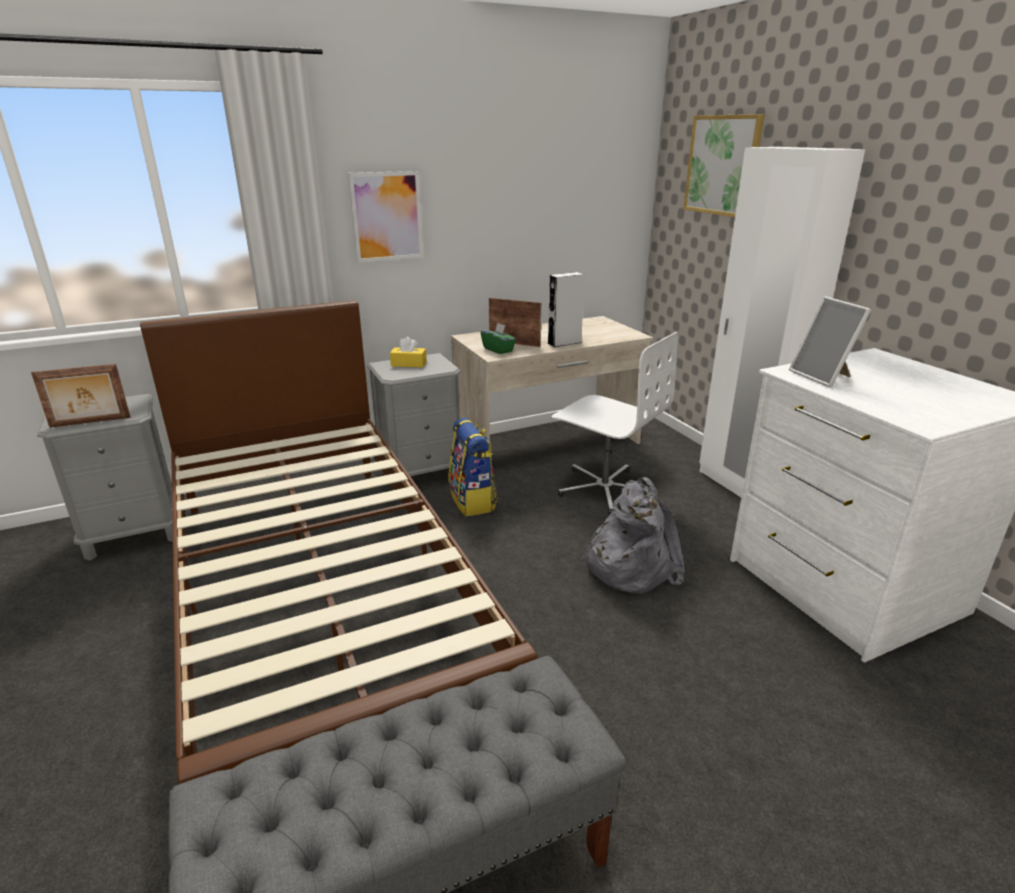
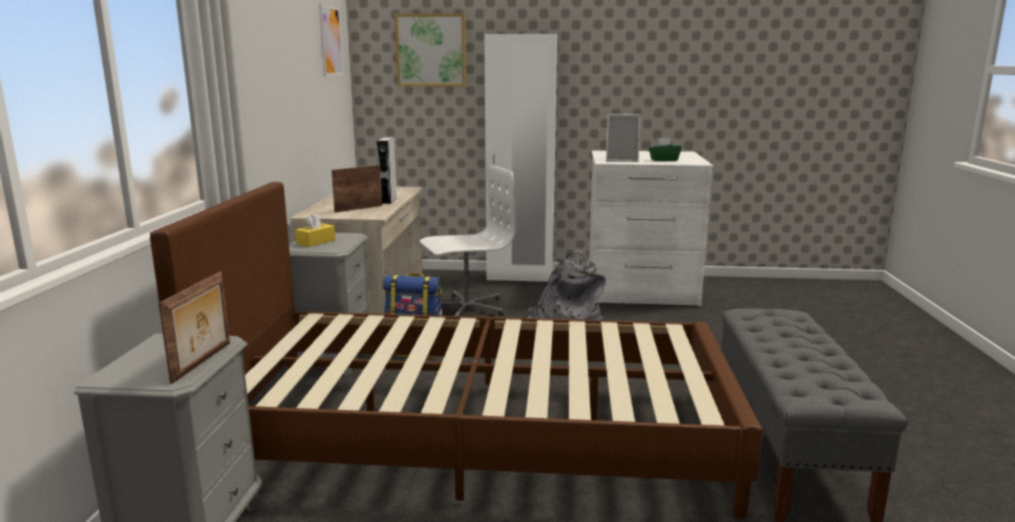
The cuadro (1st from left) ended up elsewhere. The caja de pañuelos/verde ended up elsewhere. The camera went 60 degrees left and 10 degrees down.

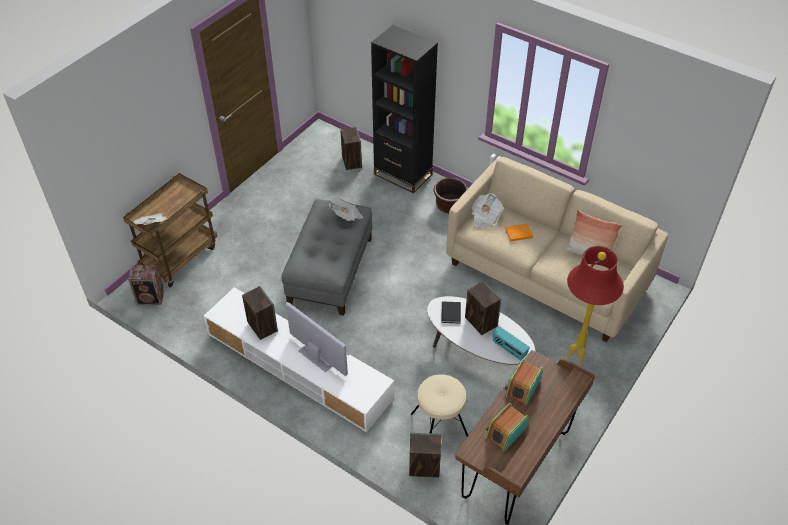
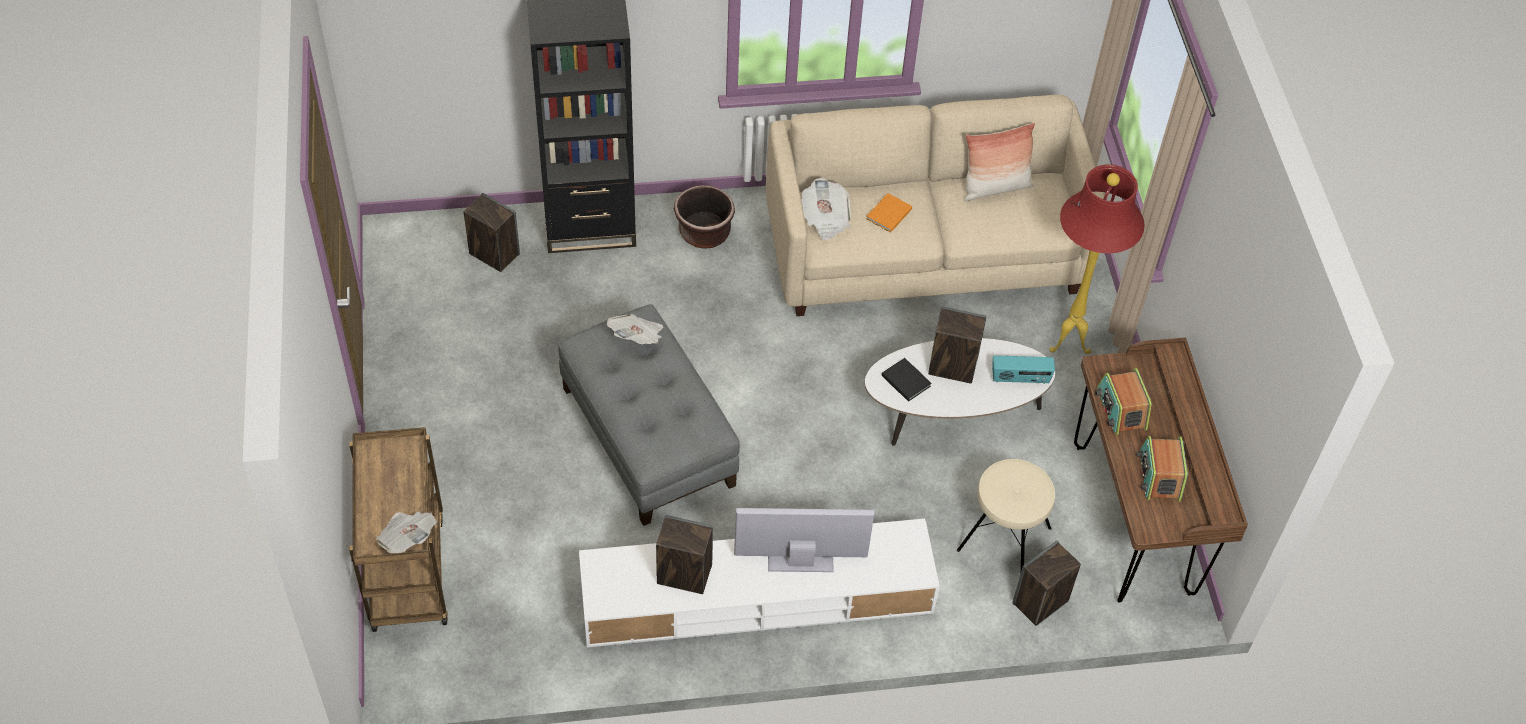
The second view lost the altavoz (1st from left). The camera went 45 degrees left and 5 degrees up.

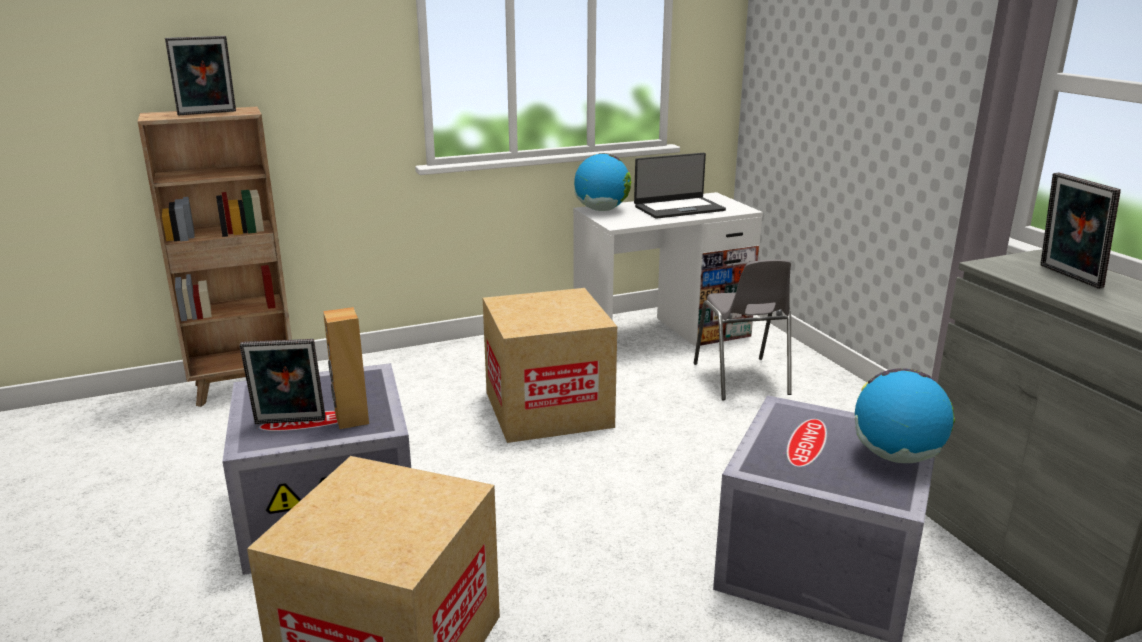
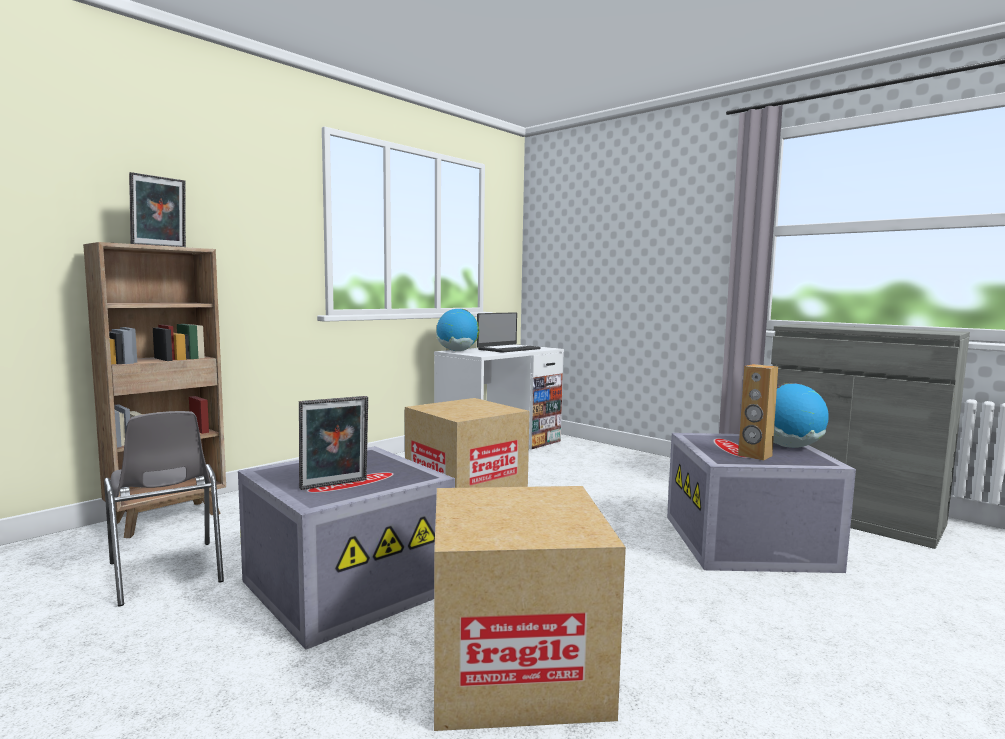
The silla/gris ended up elsewhere. The altavoz/marrón ended up elsewhere. The second view lost the portarretratos (3rd from left). The camera went 25 degrees left and 15 degrees down.

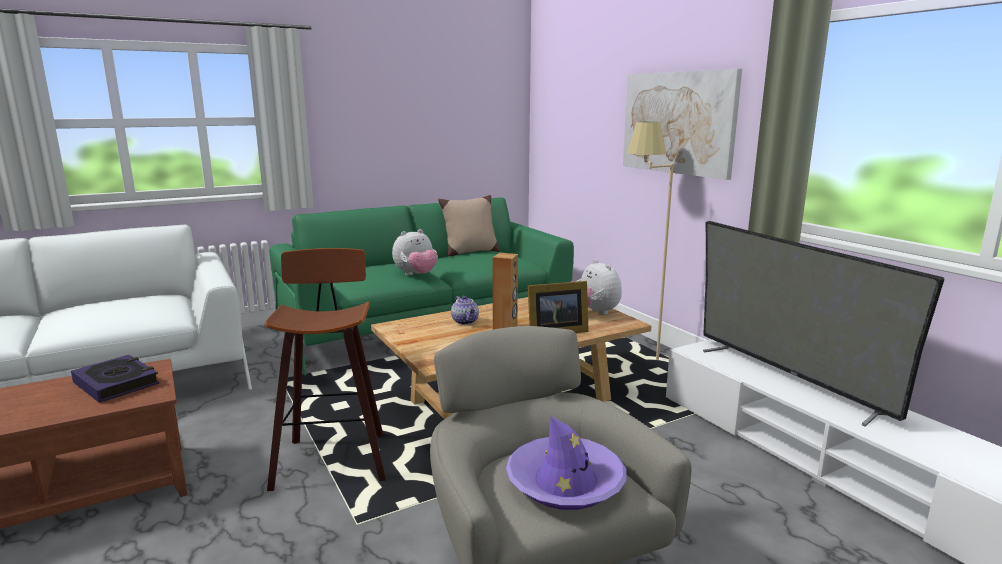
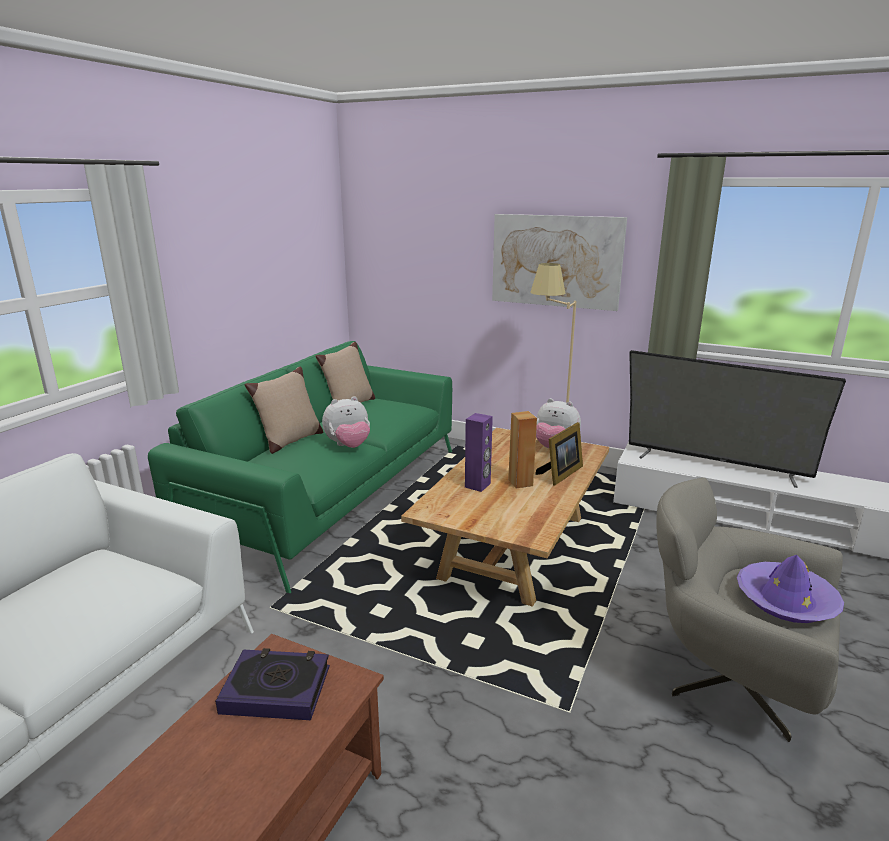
The second view gained the cojín/beis (1st from left). The peluche (1st from left) ended up facing another way, 45 degrees clockwise from before. Where the tetera stood, the altavoz/morado came to stand. The second view lost the taburete. The camera went 35 degrees left and 5 degrees up.

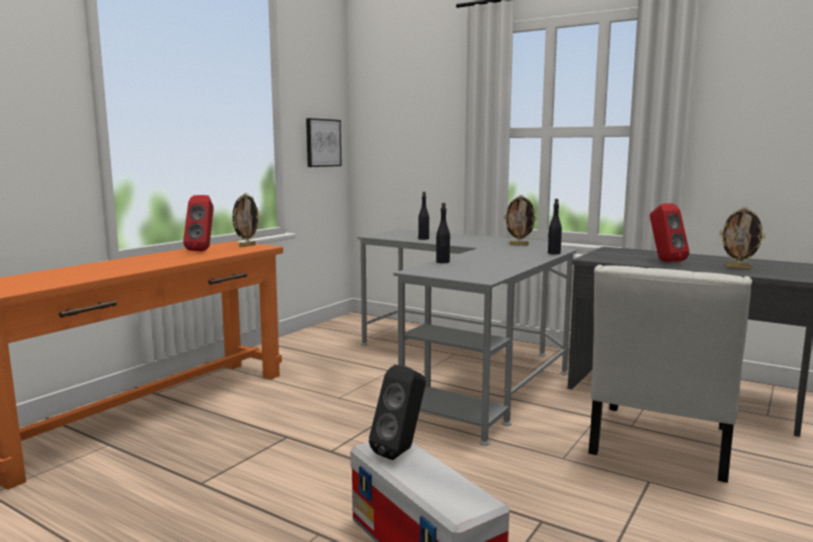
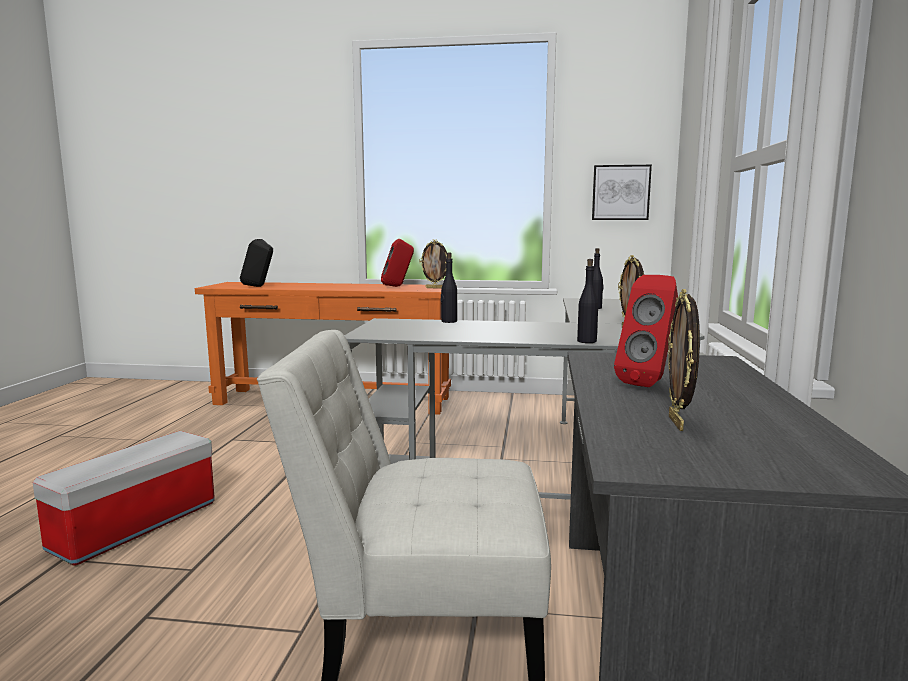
The altavoz/negro ended up elsewhere. The camera went 65 degrees right and 0 degrees up.

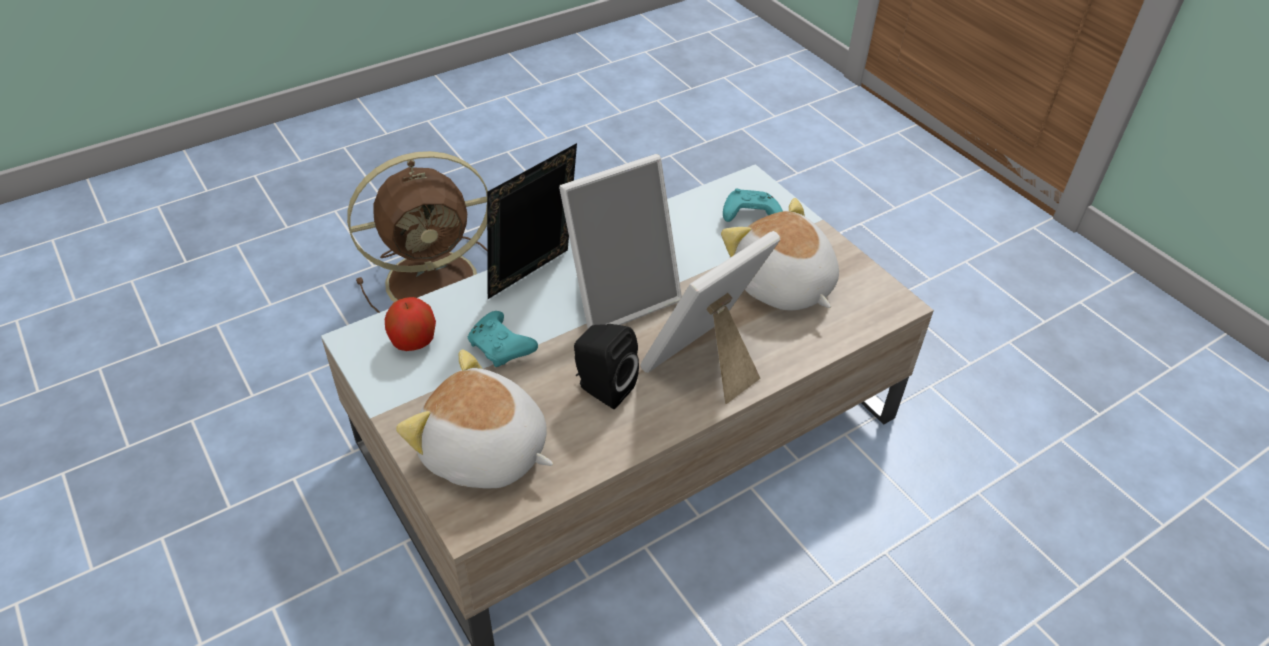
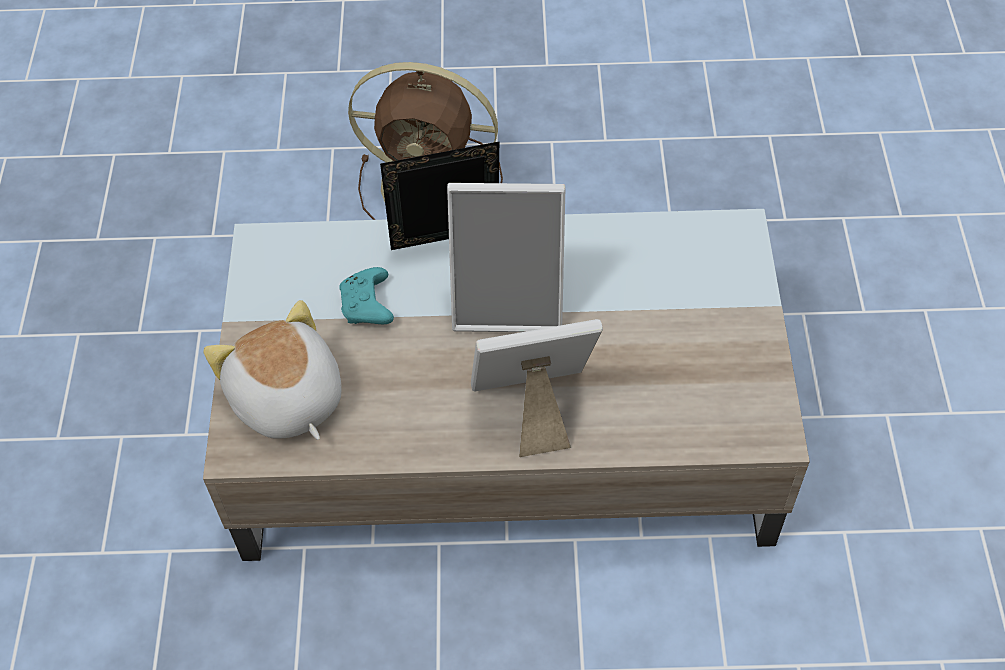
The second view lost the manzana. The second view lost the altavoz/negro. The second view lost the peluche (2nd from left). The second view lost the mando de consola/turquesa (2nd from left). The camera went 35 degrees right and 10 degrees up.

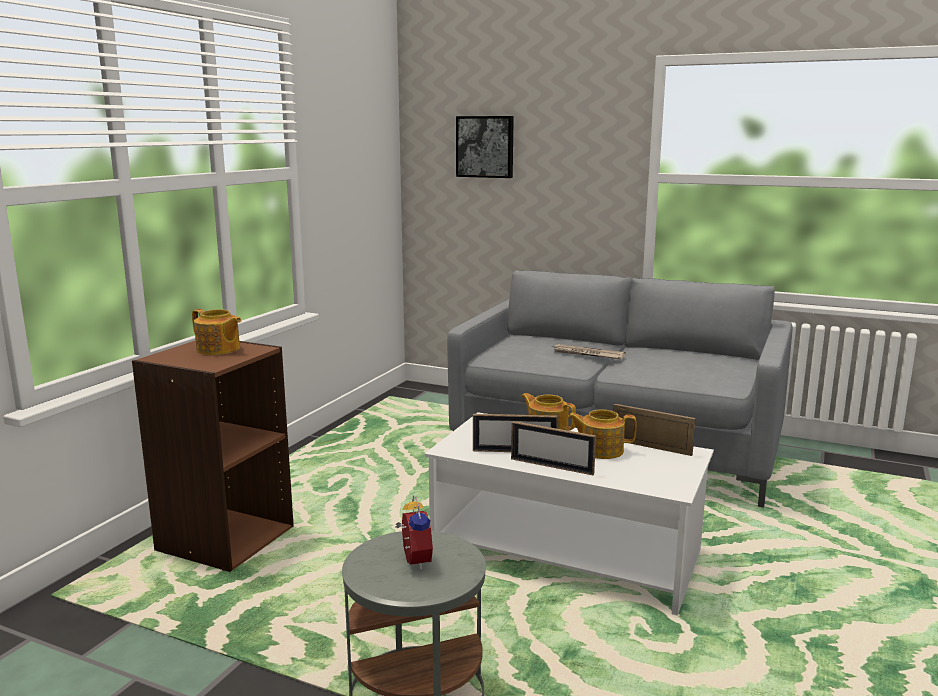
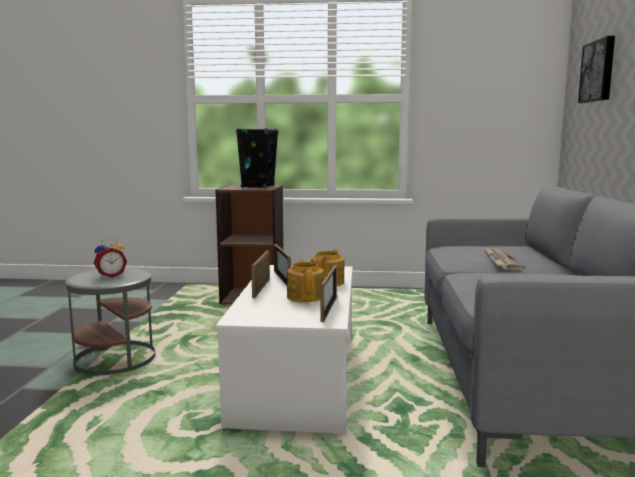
Where the tetera (1st from left) stood, the altavoz/negro came to stand. The camera went 70 degrees right and 5 degrees down.

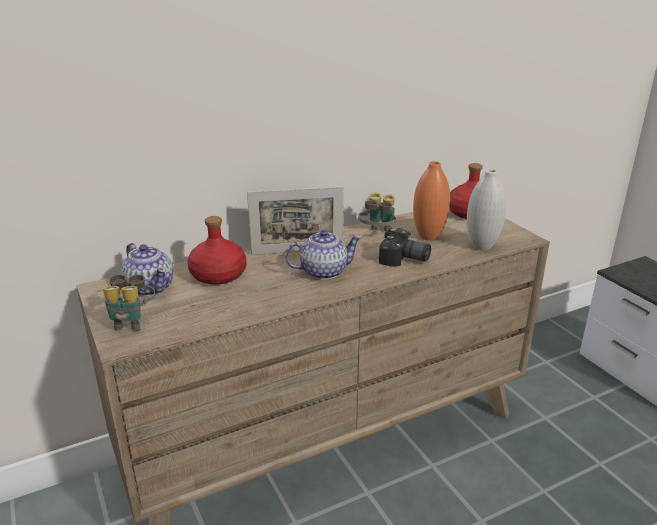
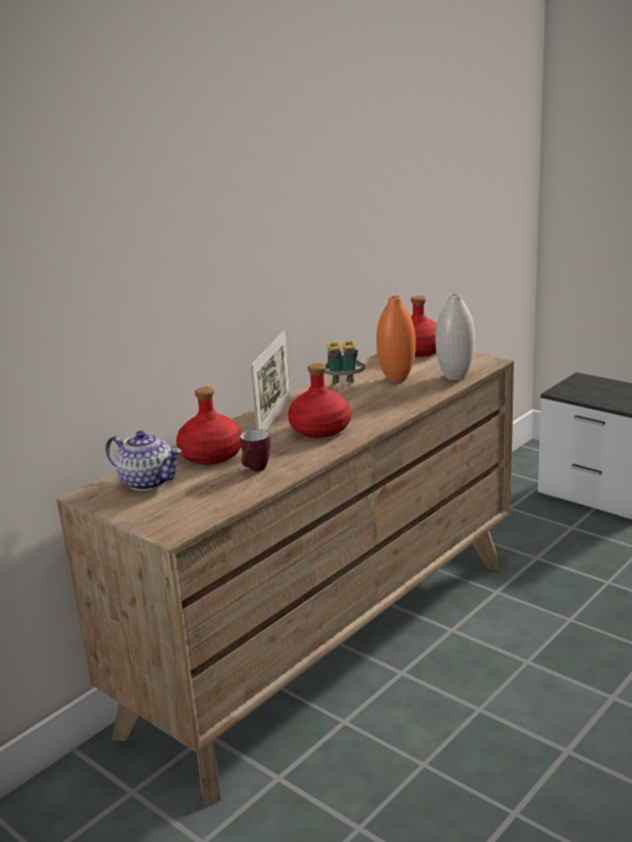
The second view gained the taza grande. The portarretratos ended up facing another way, 45 degrees counterclockwise from before. Where the tetera (2nd from left) stood, the botella/rojo (2nd from left) came to stand. The second view lost the prismáticos (1st from left). The second view lost the cámara. The camera went 20 degrees left and 5 degrees down.

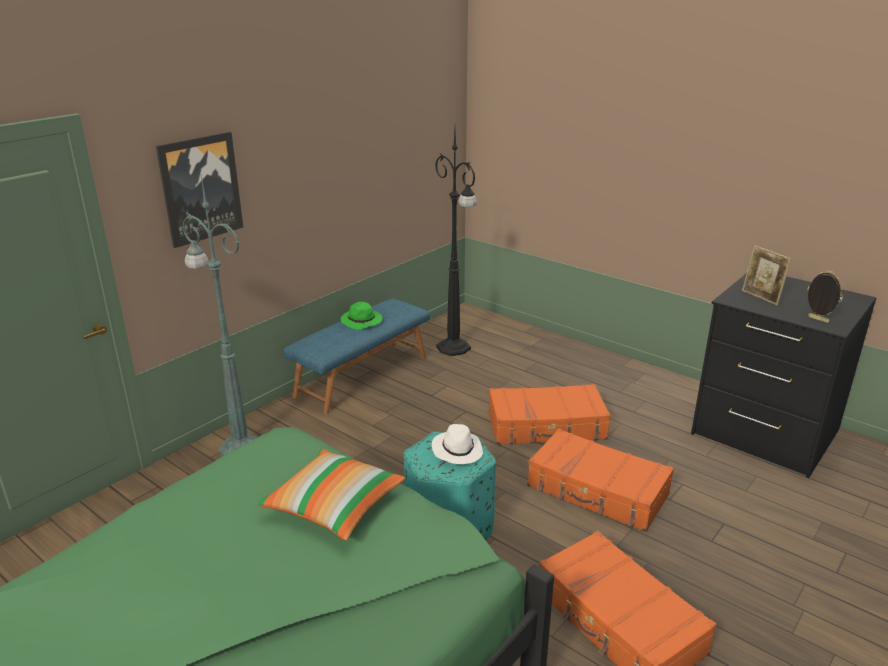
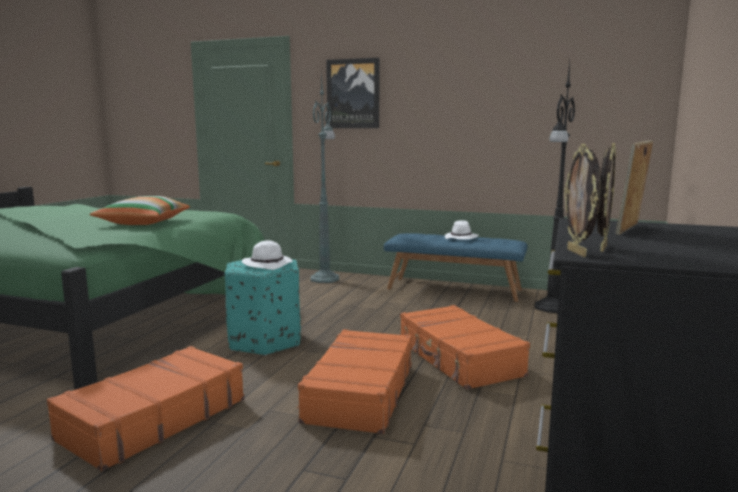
What was the sombrero/verde turned into the sombrero/blanco (2nd from left). The second view gained the portarretratos (1st from left). The camera went 70 degrees right and 15 degrees down.

